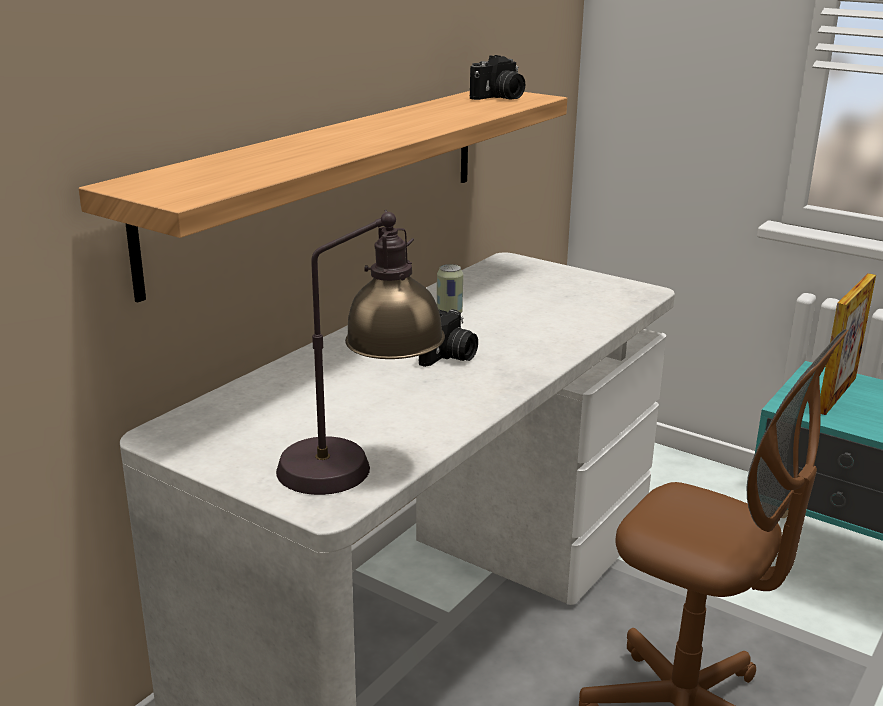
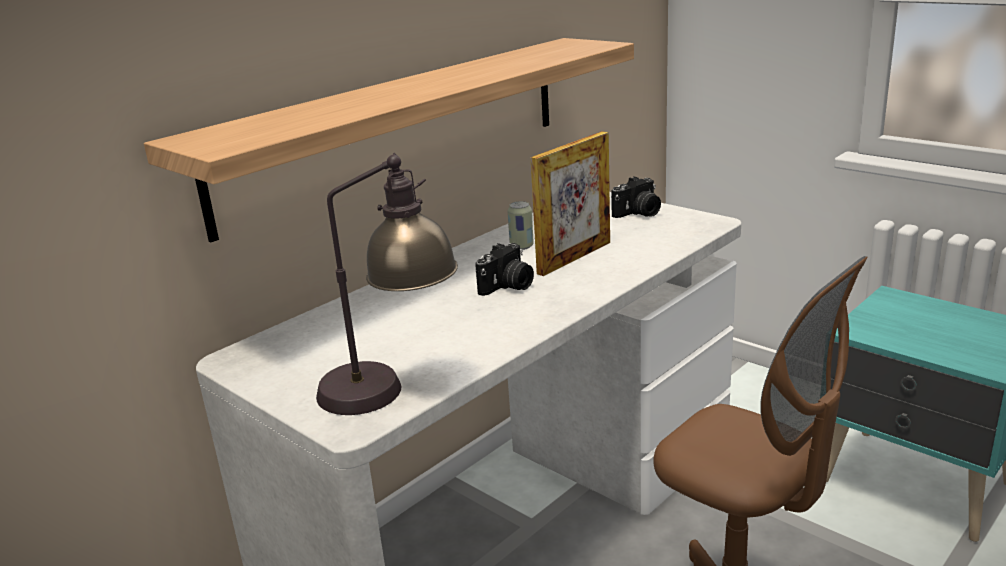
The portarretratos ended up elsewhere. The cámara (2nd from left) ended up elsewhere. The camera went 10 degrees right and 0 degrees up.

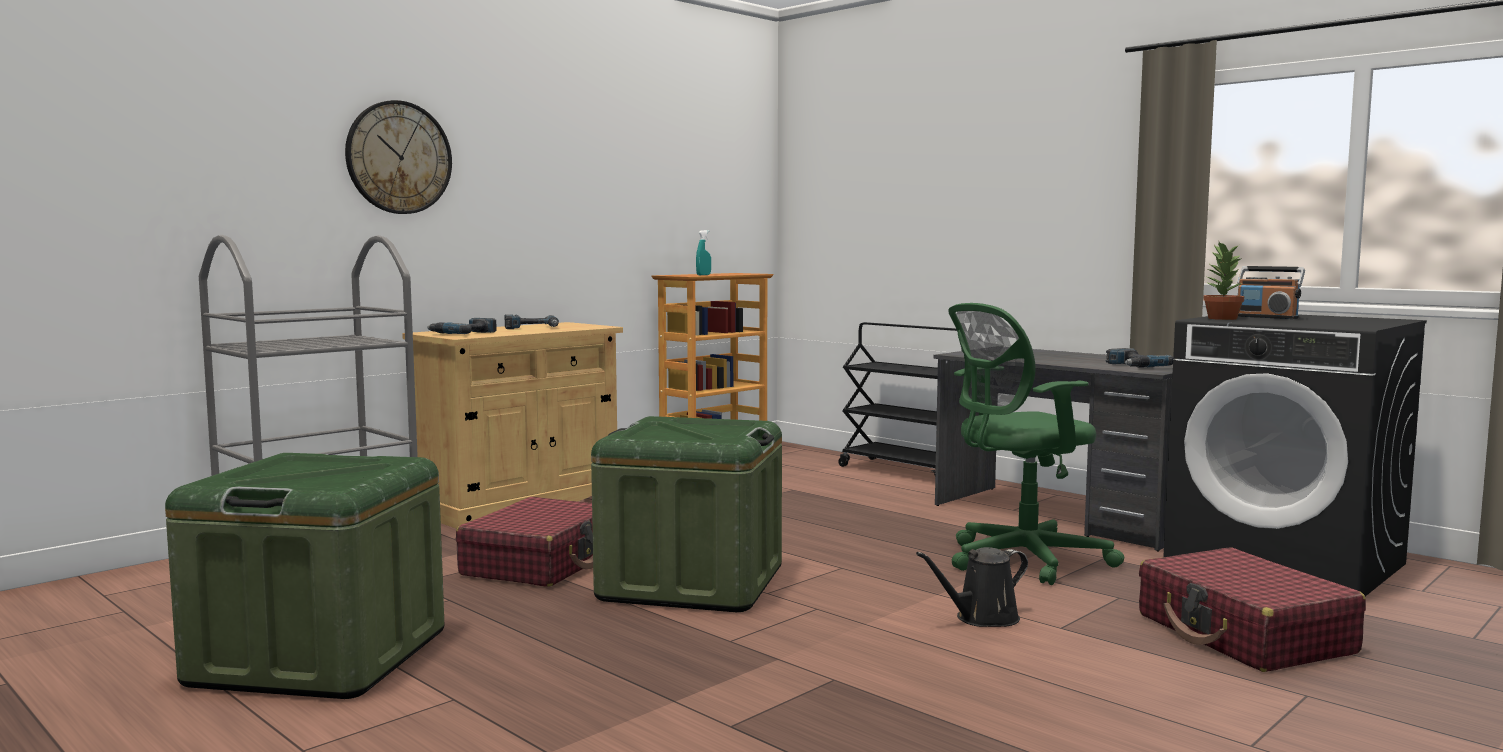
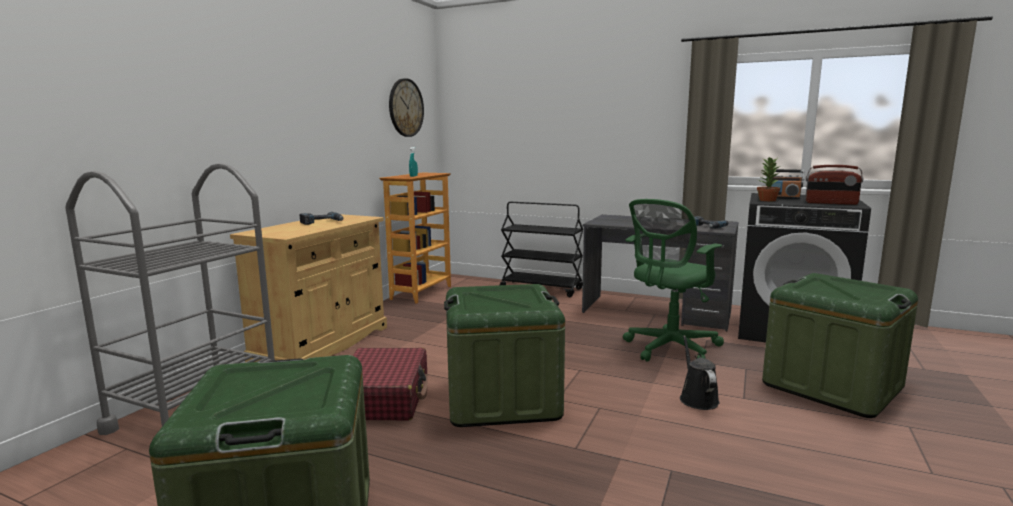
The reloj de pared ended up elsewhere. The regadera/negro ended up facing another way, 135 degrees clockwise from before. Where the maleta/rojo (2nd from left) stood, the caja de almacenaje/verde (3rd from left) came to stand. The second view gained the radio (2nd from left). The second view lost the taladro (1st from left). The camera went 20 degrees left and 5 degrees up.

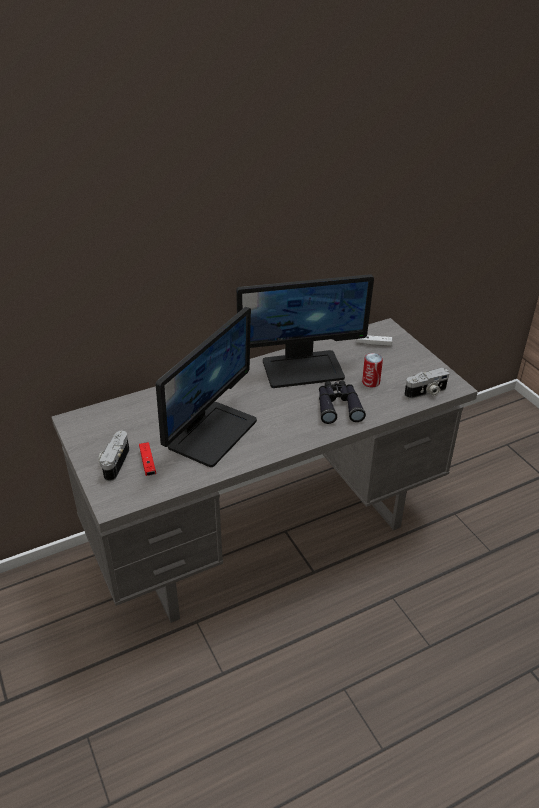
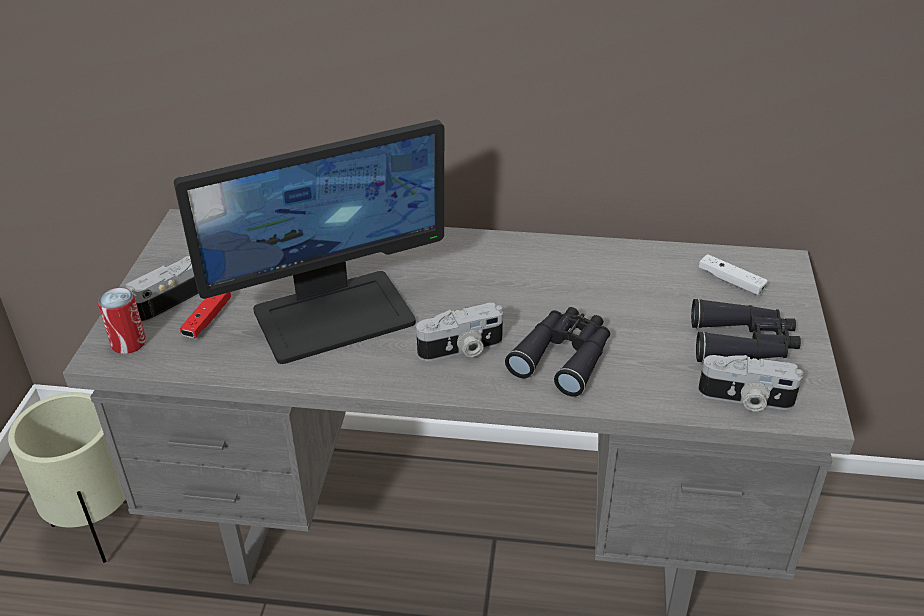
The second view gained the maceta/beis. The lata ended up elsewhere. The second view gained the cámara (2nd from left). The second view gained the prismáticos/negro (2nd from left). The second view lost the monitor (2nd from left). The camera went 35 degrees right and 0 degrees up.

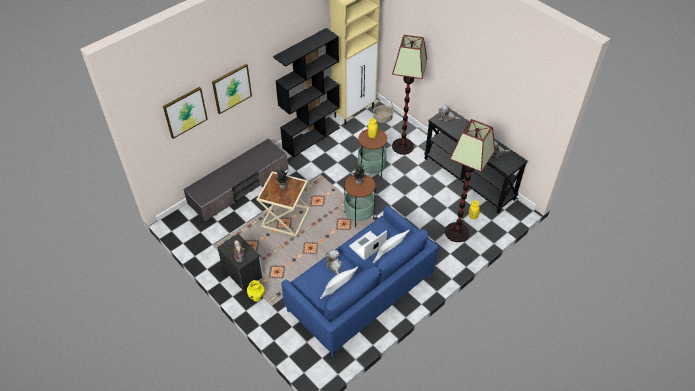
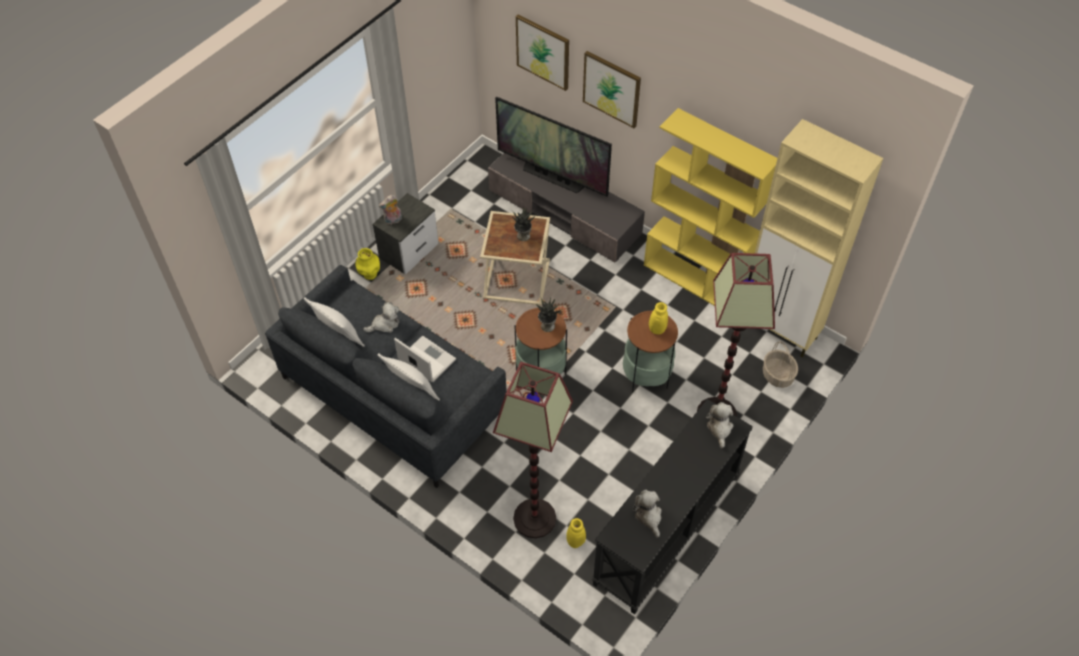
What was the sofá/azul turned into the sofá/gris. The second view gained the televisor. What was the estantería/negro turned into the estantería/amarillo. The camera went 80 degrees right and 5 degrees up.

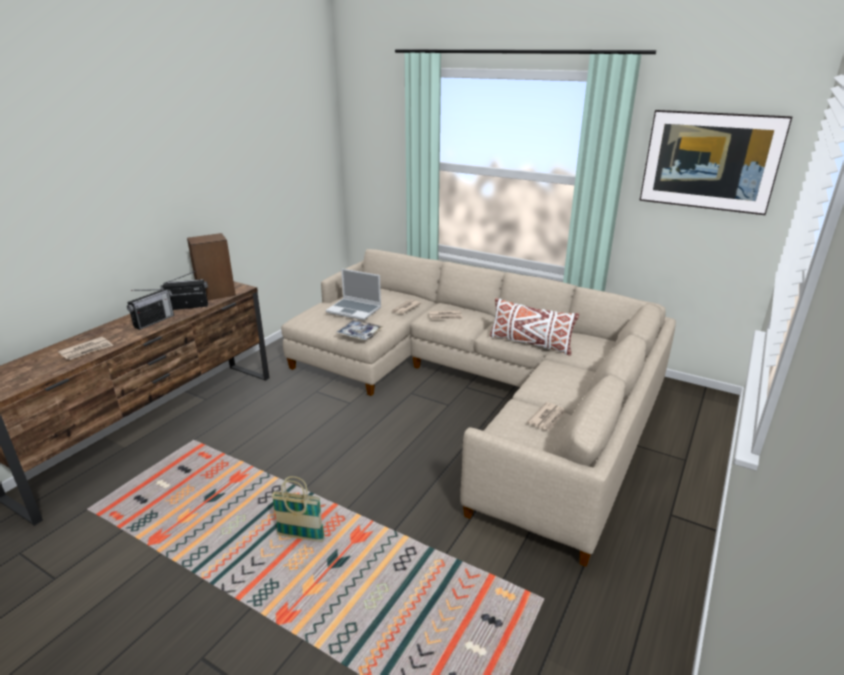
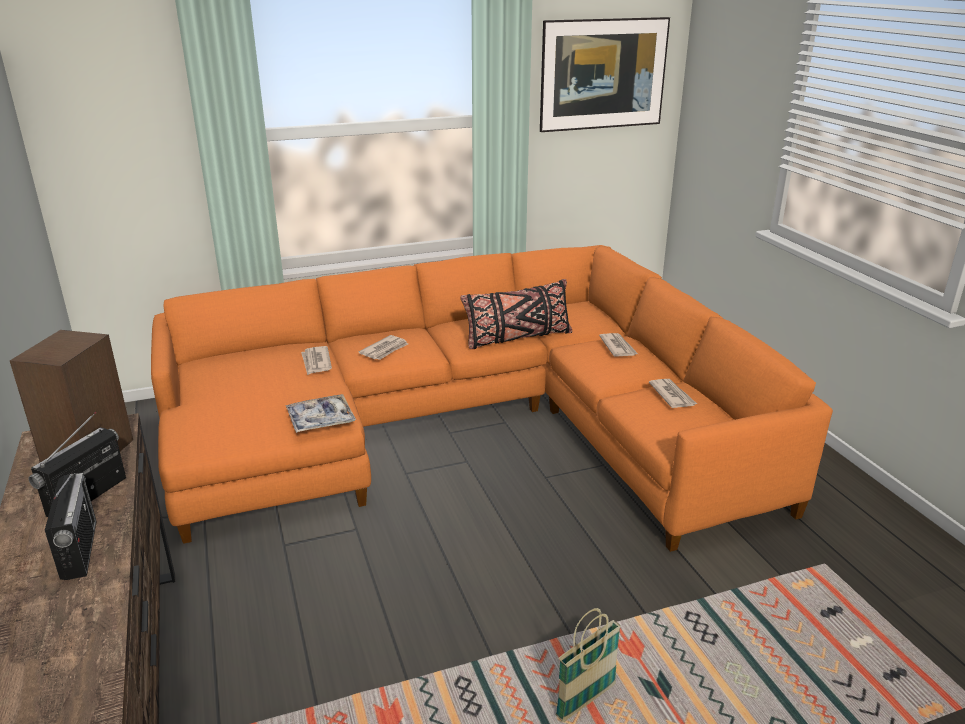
What was the sofá/beis turned into the sofá/naranja. What was the cojín/blanco turned into the cojín/negro. The periódico (1st from left in the first image) ended up elsewhere. The second view lost the portátil. The camera went 50 degrees left and 0 degrees up.

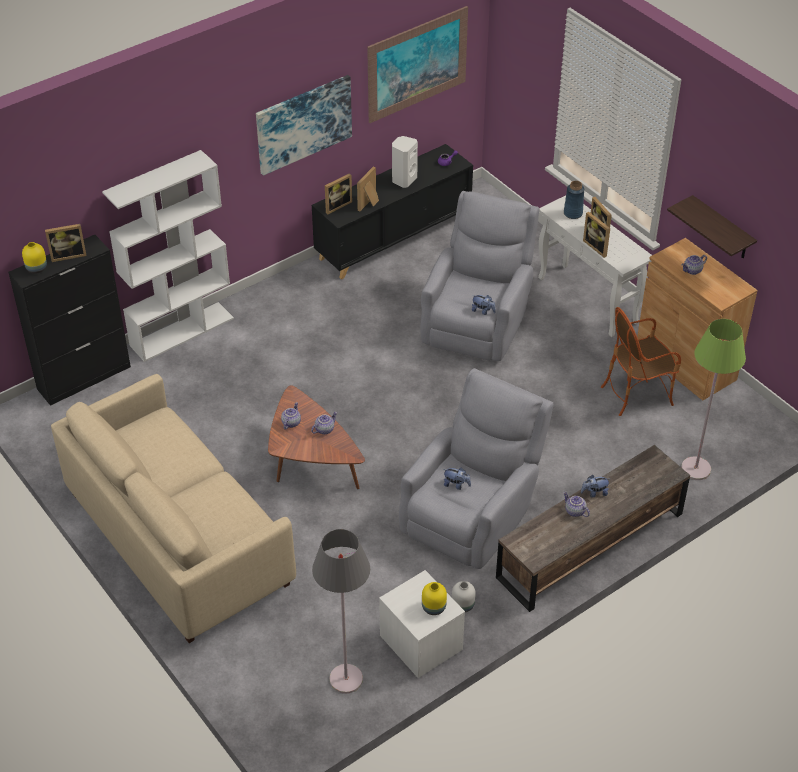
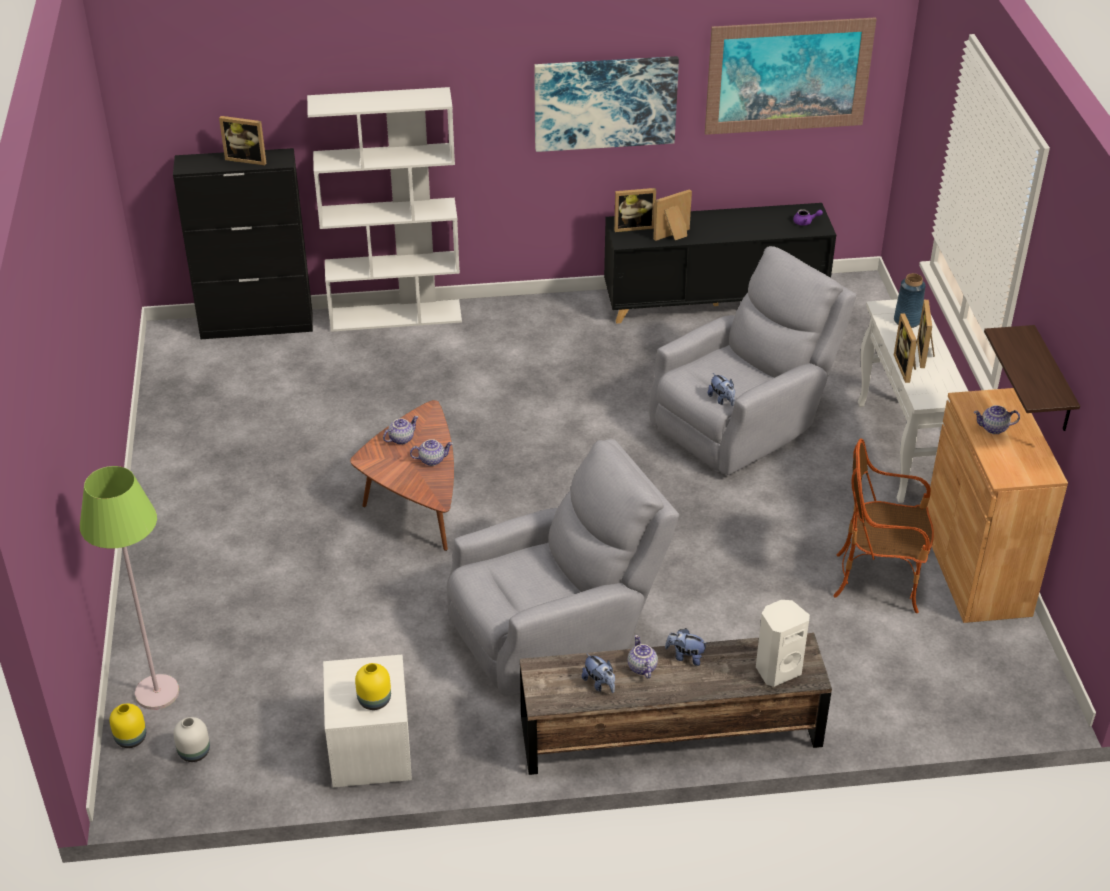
The lámpara de pie/verde ended up elsewhere. The florero/amarillo (1st from left) ended up elsewhere. The florero/blanco ended up elsewhere. The peluche (1st from left) ended up elsewhere. The altavoz/blanco ended up elsewhere. The second view lost the sofá/beis. The second view lost the lámpara de pie/gris. The camera went 30 degrees right and 5 degrees down.

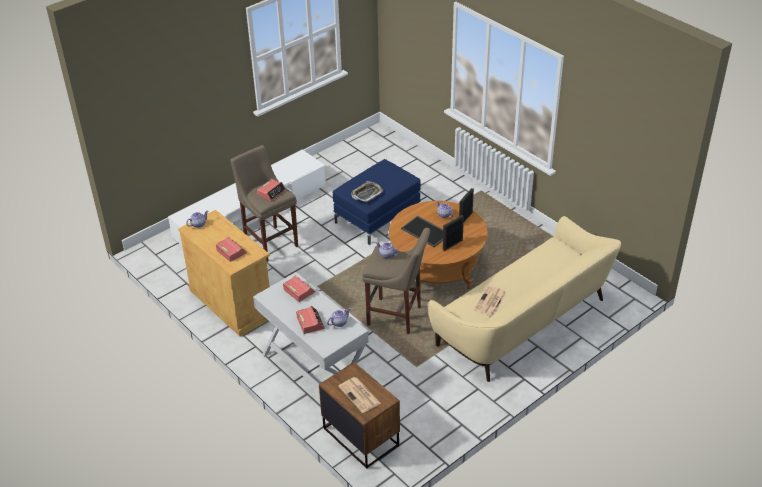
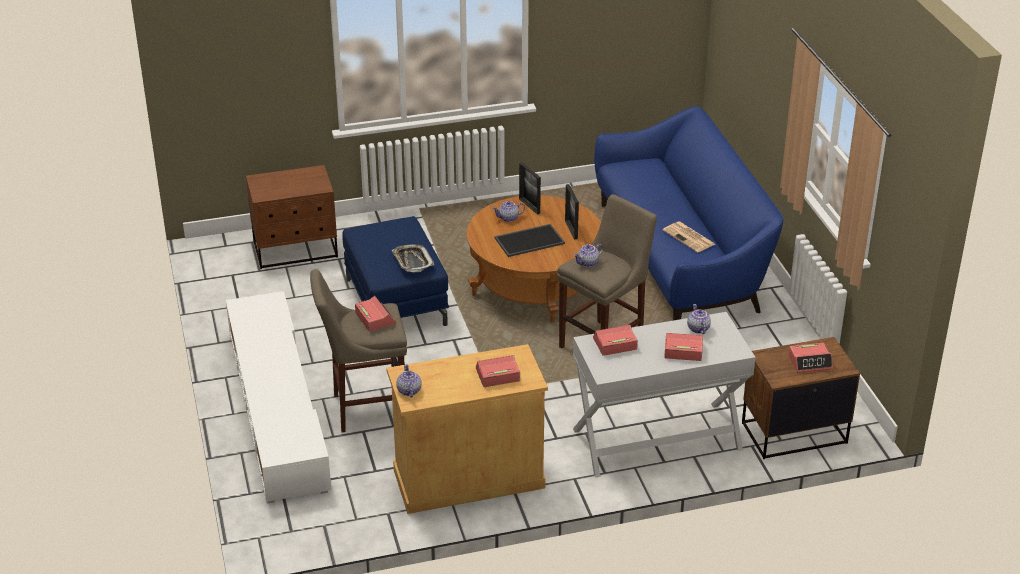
The second view gained the mesita de noche/marrón (1st from left). What was the sofá/beis turned into the sofá/azul. Where the periódico (1st from left) stood, the despertador (5th from left) came to stand. The camera went 65 degrees left and 5 degrees down.

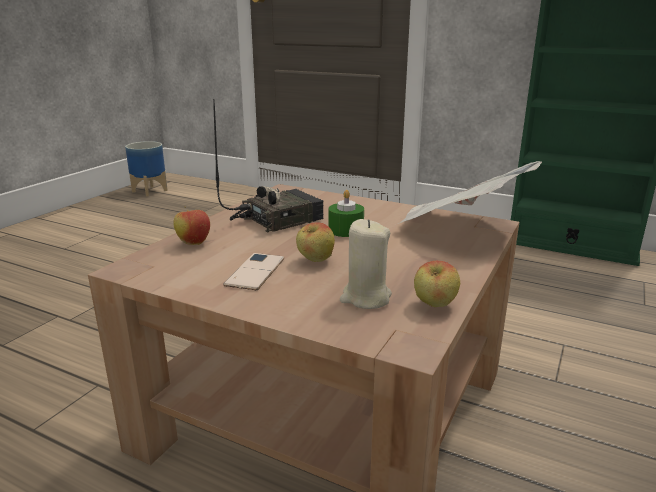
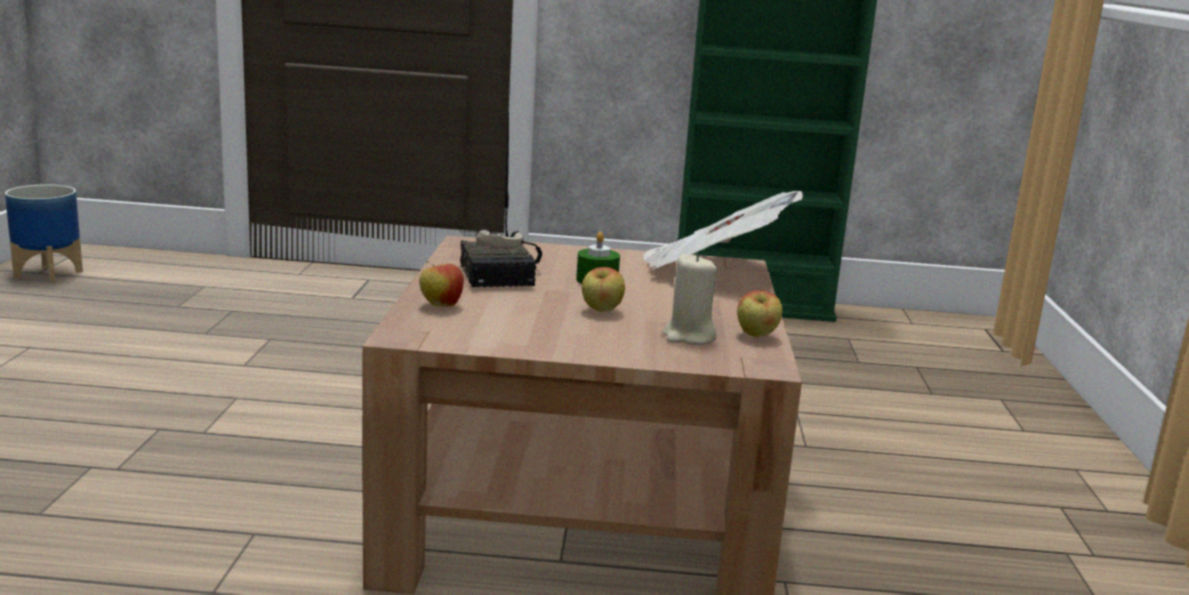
The radio ended up facing another way, 135 degrees clockwise from before. The second view lost the móvil. The camera went 25 degrees left and 5 degrees down.

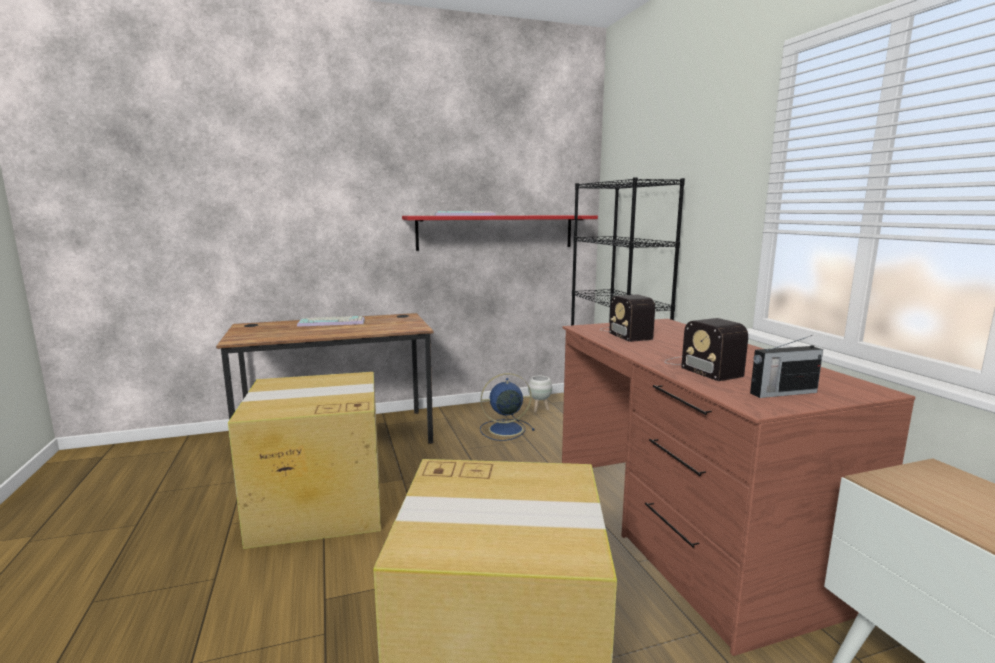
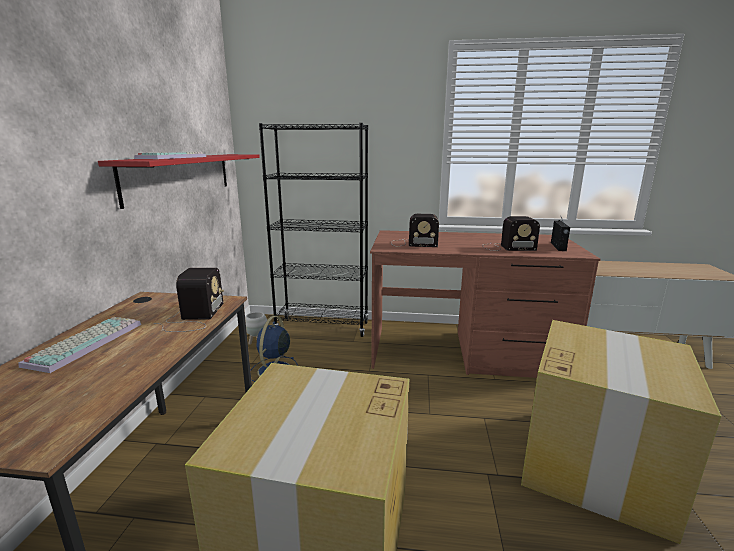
The second view gained the radio (1st from left). The camera went 65 degrees left and 5 degrees up.

